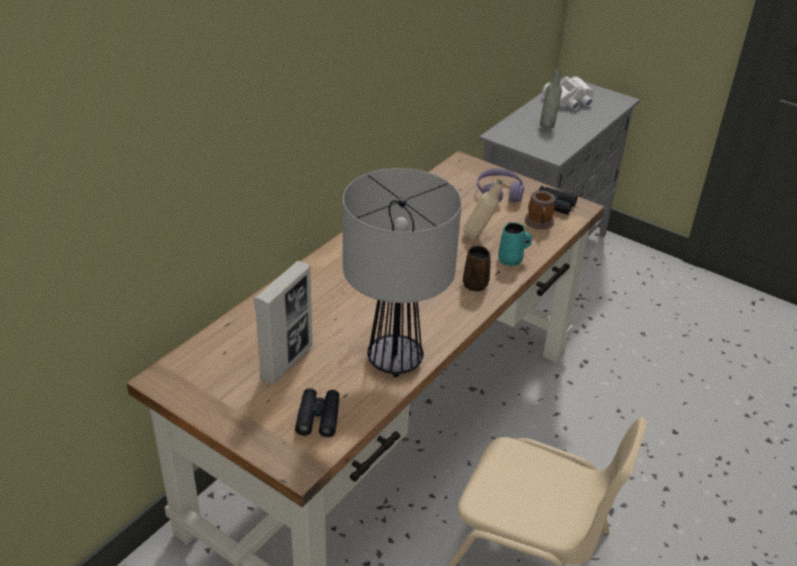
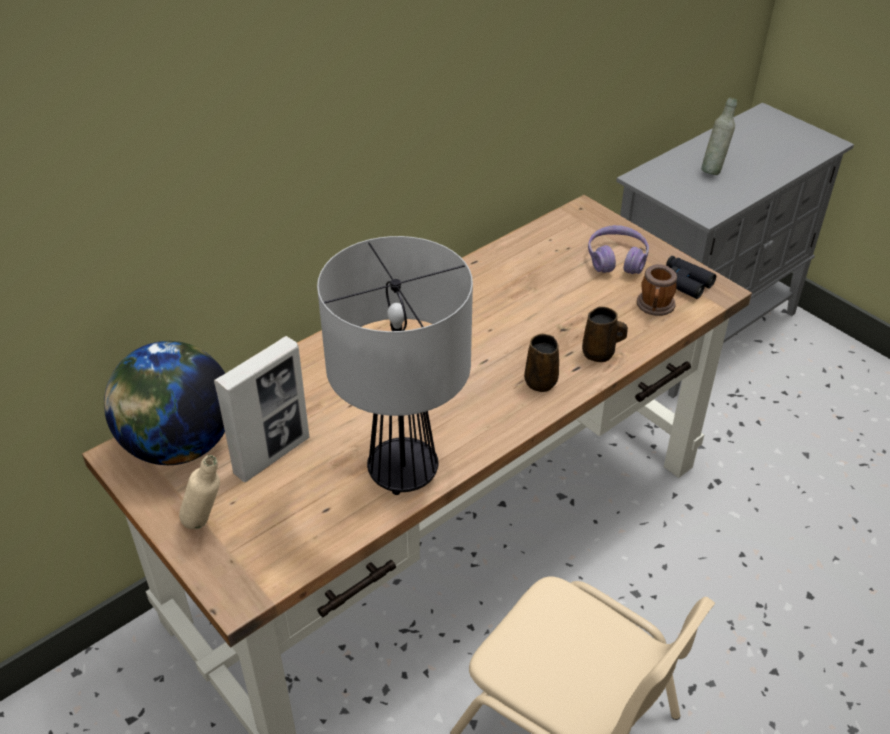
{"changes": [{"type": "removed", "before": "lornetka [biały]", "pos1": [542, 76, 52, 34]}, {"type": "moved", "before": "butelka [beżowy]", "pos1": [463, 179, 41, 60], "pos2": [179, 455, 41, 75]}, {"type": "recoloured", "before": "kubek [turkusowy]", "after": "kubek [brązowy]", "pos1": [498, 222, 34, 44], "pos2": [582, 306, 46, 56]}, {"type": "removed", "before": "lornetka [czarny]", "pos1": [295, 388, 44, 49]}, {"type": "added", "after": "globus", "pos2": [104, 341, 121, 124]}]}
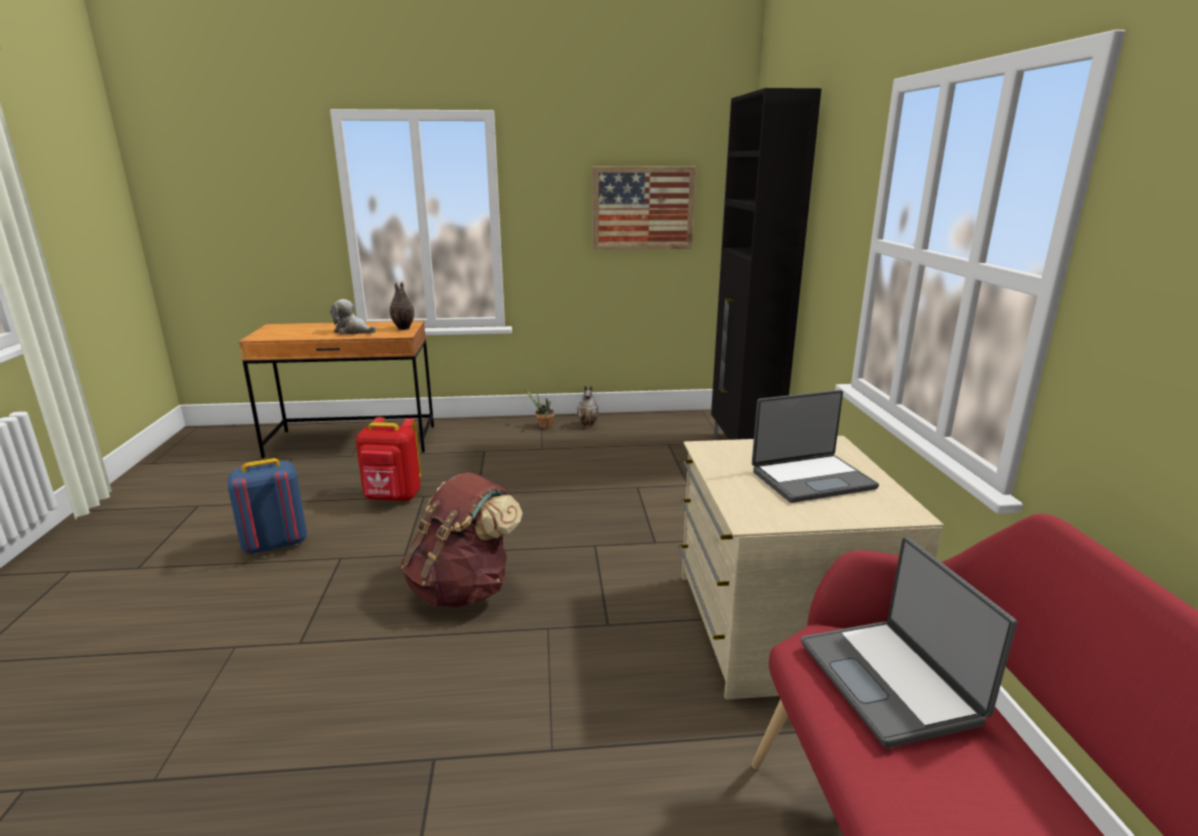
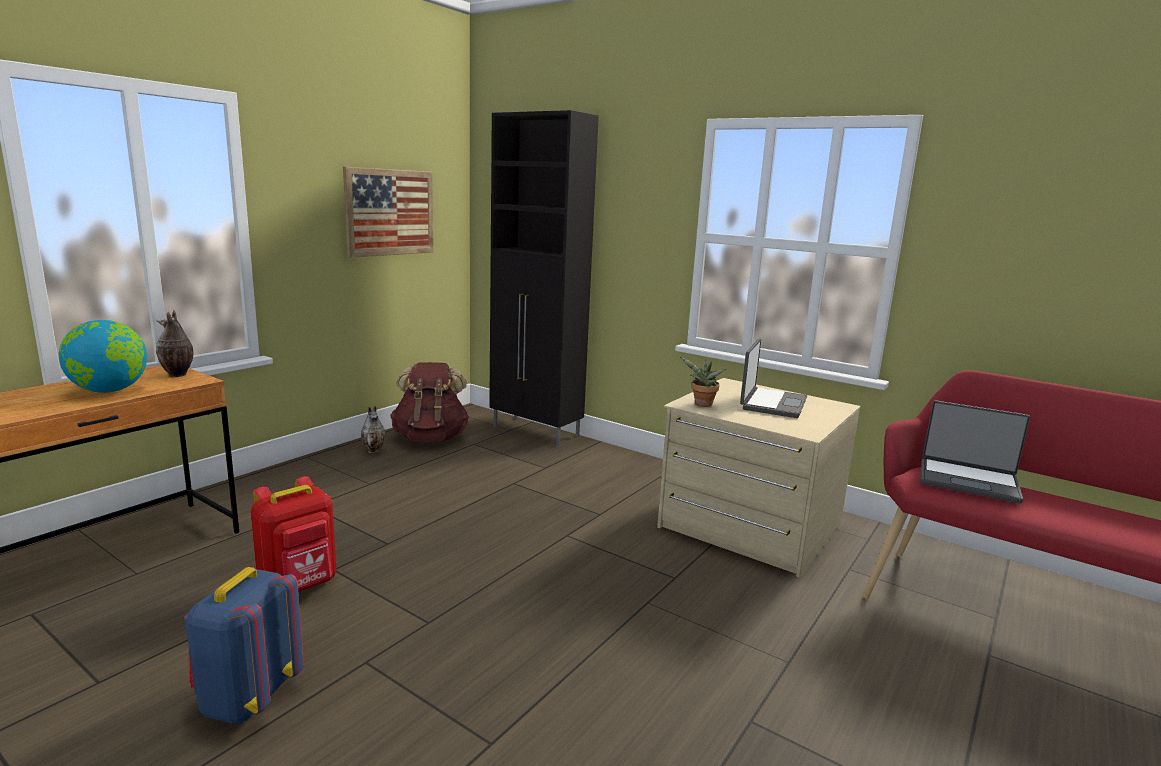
{"changes": [{"type": "replaced", "before": "pluszak", "after": "globus", "pos1": [330, 299, 46, 36], "pos2": [59, 320, 88, 73]}, {"type": "moved", "before": "roślina doniczkowa", "pos1": [526, 390, 29, 39], "pos2": [680, 357, 46, 50]}, {"type": "moved", "before": "plecak [brązowy]", "pos1": [400, 472, 123, 135], "pos2": [390, 362, 79, 80]}]}
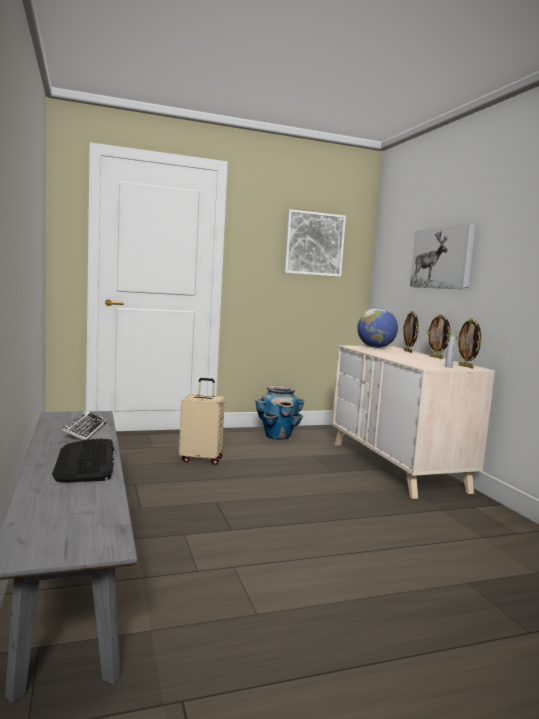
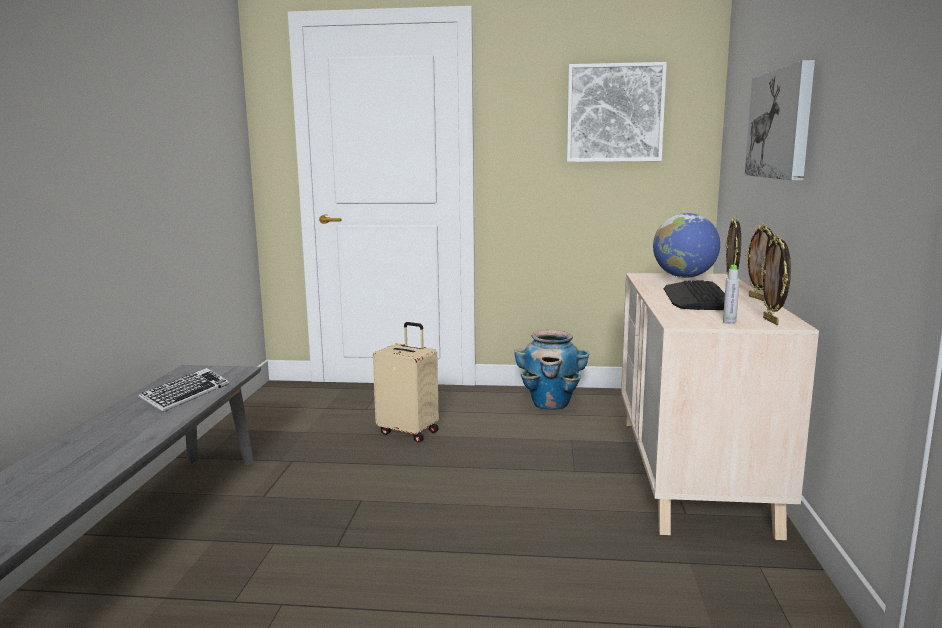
{"changes": [{"type": "moved", "before": "klawiatura", "pos1": [52, 438, 62, 45], "pos2": [663, 280, 62, 30]}]}
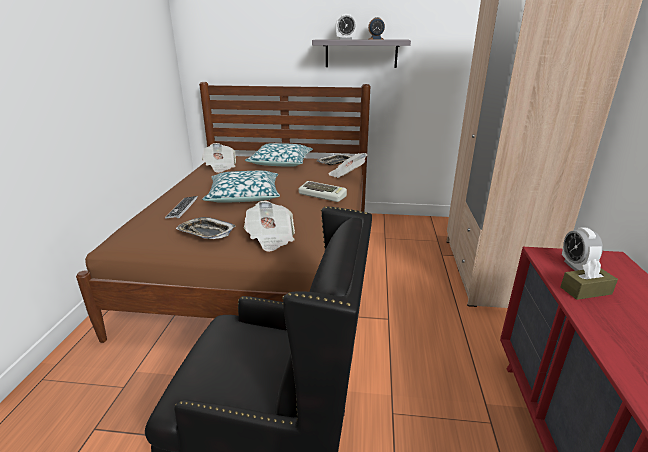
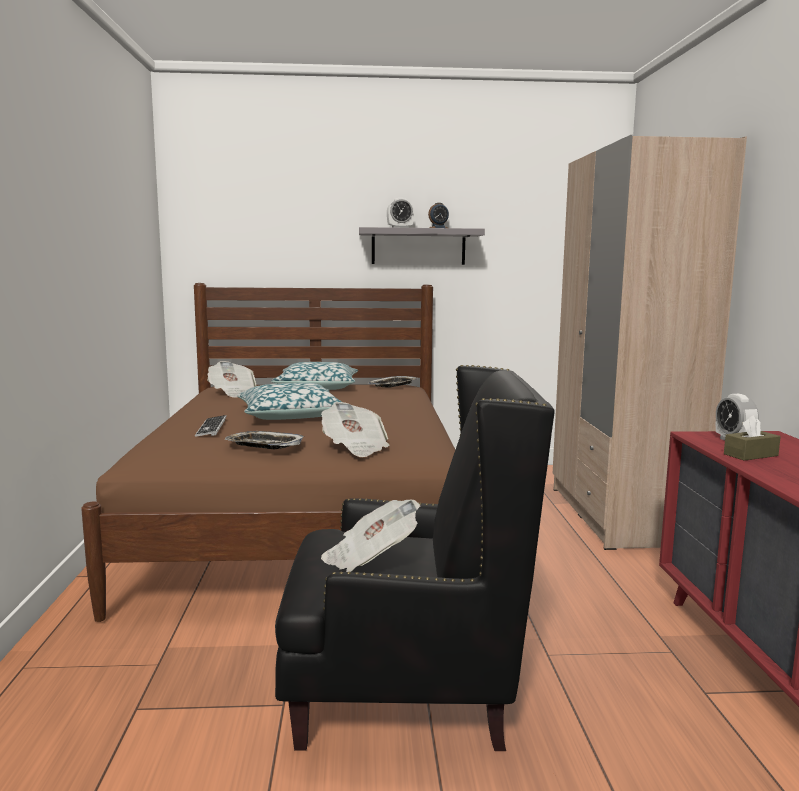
{"changes": [{"type": "moved", "before": "gazeta", "pos1": [329, 153, 39, 25], "pos2": [321, 499, 99, 73]}, {"type": "removed", "before": "klawiatura", "pos1": [298, 181, 49, 21]}]}
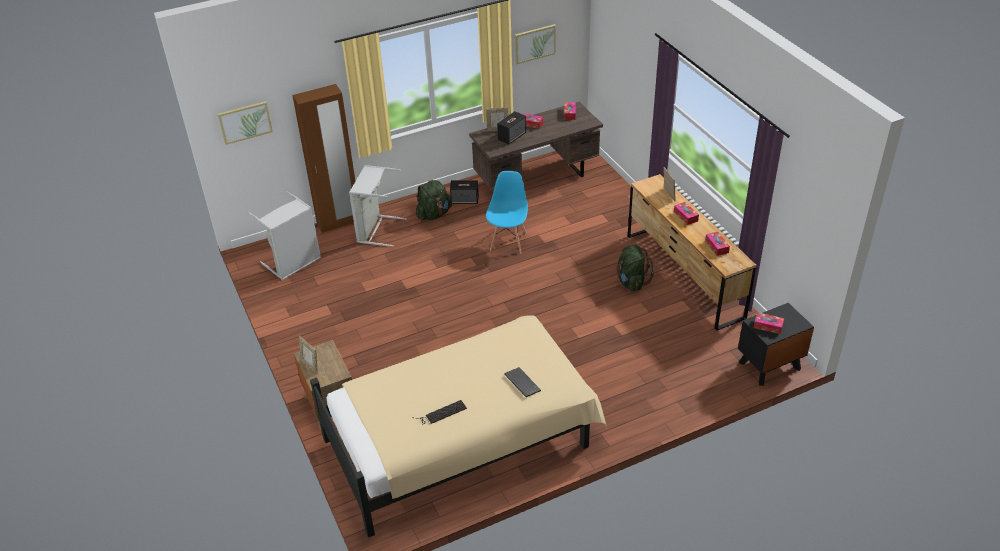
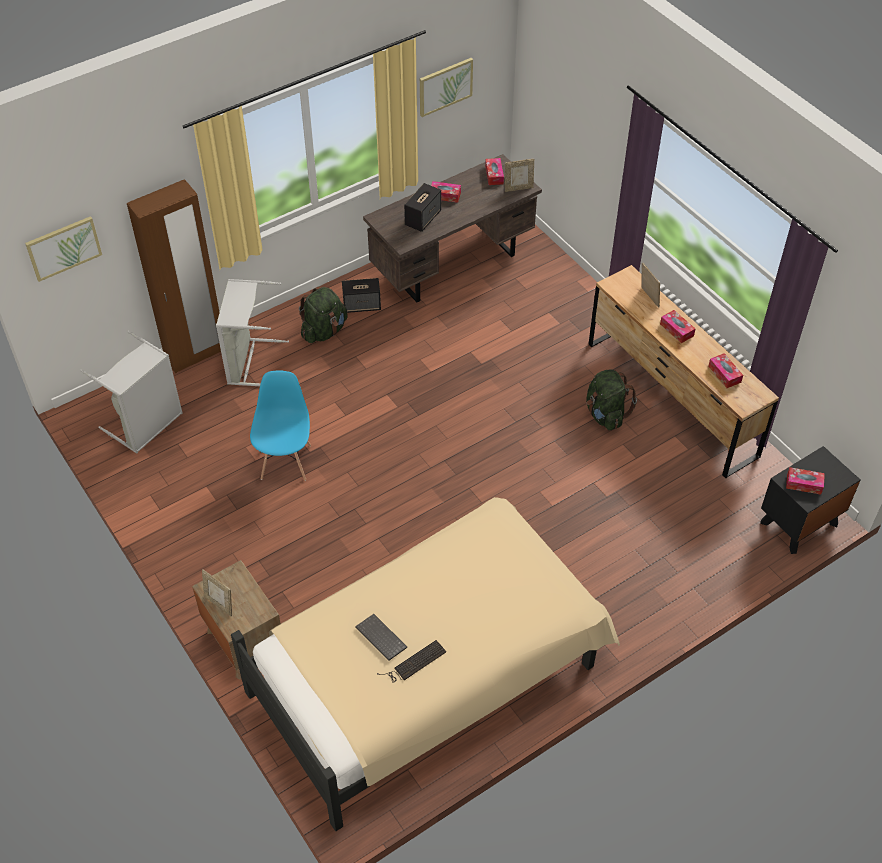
{"changes": [{"type": "moved", "before": "ramka na zdjęcie", "pos1": [486, 107, 22, 25], "pos2": [505, 159, 29, 33]}, {"type": "moved", "before": "krzesło [niebieski]", "pos1": [486, 171, 42, 83], "pos2": [250, 370, 61, 111]}, {"type": "moved", "before": "klawiatura", "pos1": [504, 367, 37, 30], "pos2": [355, 614, 52, 47]}]}
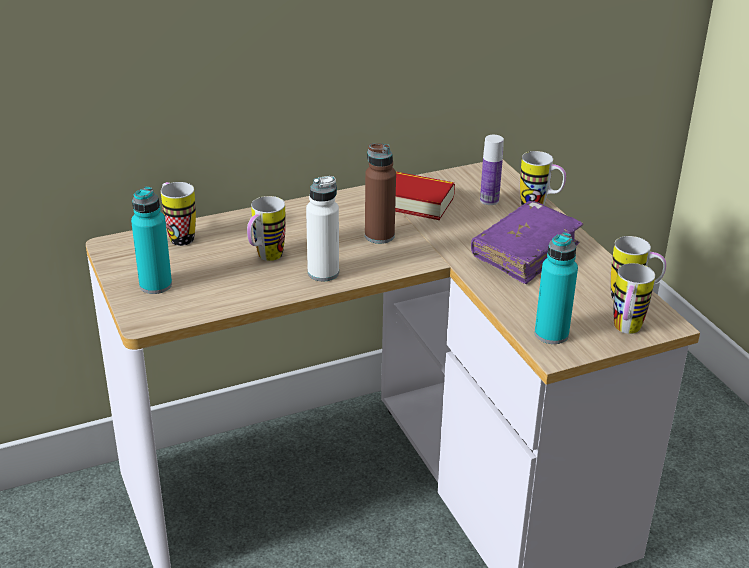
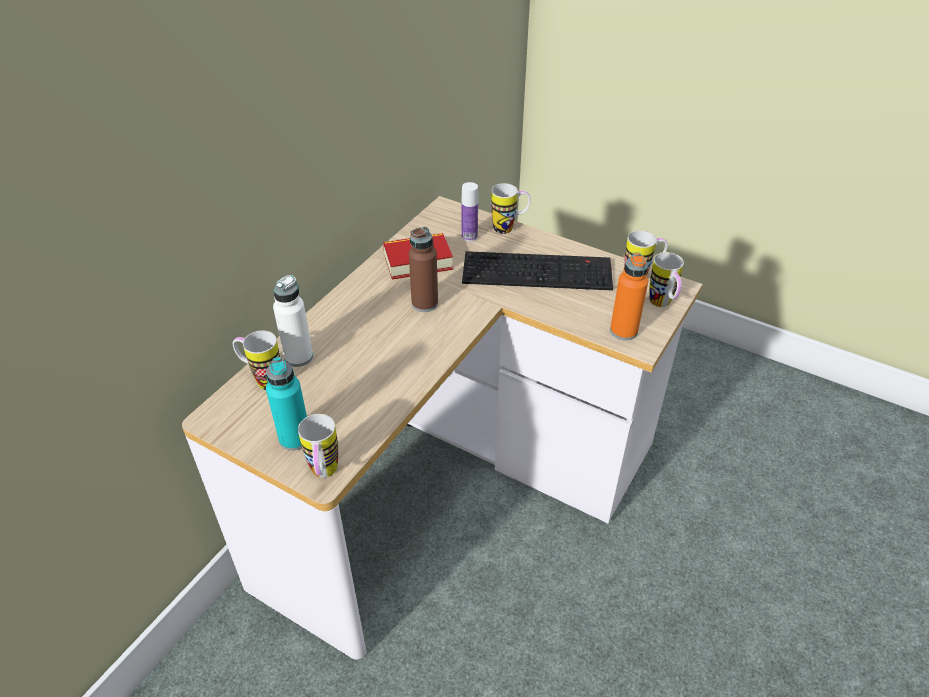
{"changes": [{"type": "moved", "before": "butelka [biały]", "pos1": [306, 176, 33, 105], "pos2": [273, 275, 40, 92]}, {"type": "moved", "before": "kubek", "pos1": [247, 196, 39, 65], "pos2": [298, 414, 40, 64]}, {"type": "replaced", "before": "książka [fioletowy]", "after": "klawiatura", "pos1": [471, 201, 112, 83], "pos2": [462, 251, 151, 40]}, {"type": "recoloured", "before": "butelka [turkusowy]", "after": "butelka [pomarańczowy]", "pos1": [535, 232, 43, 112], "pos2": [610, 252, 38, 88]}]}
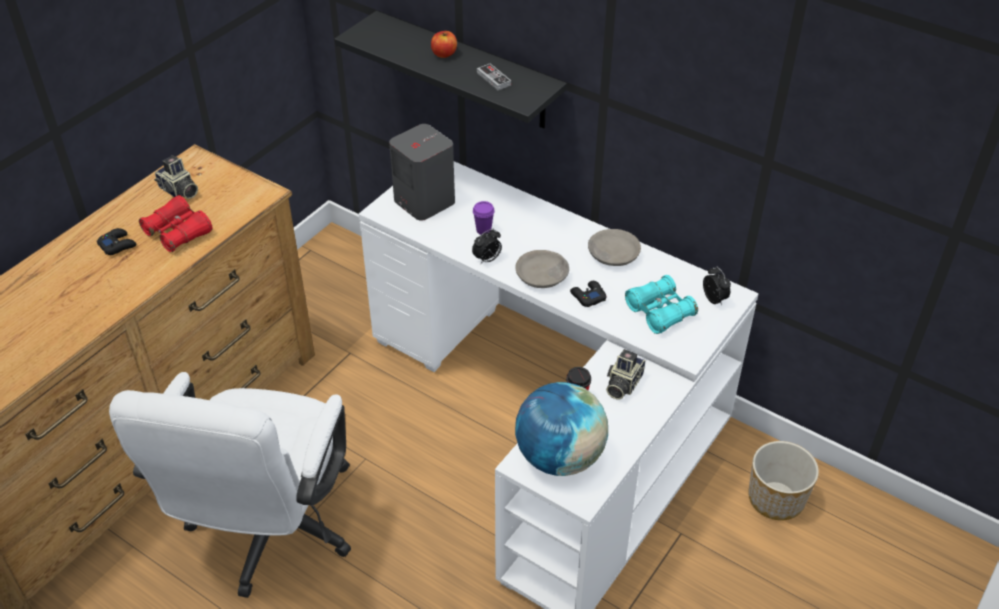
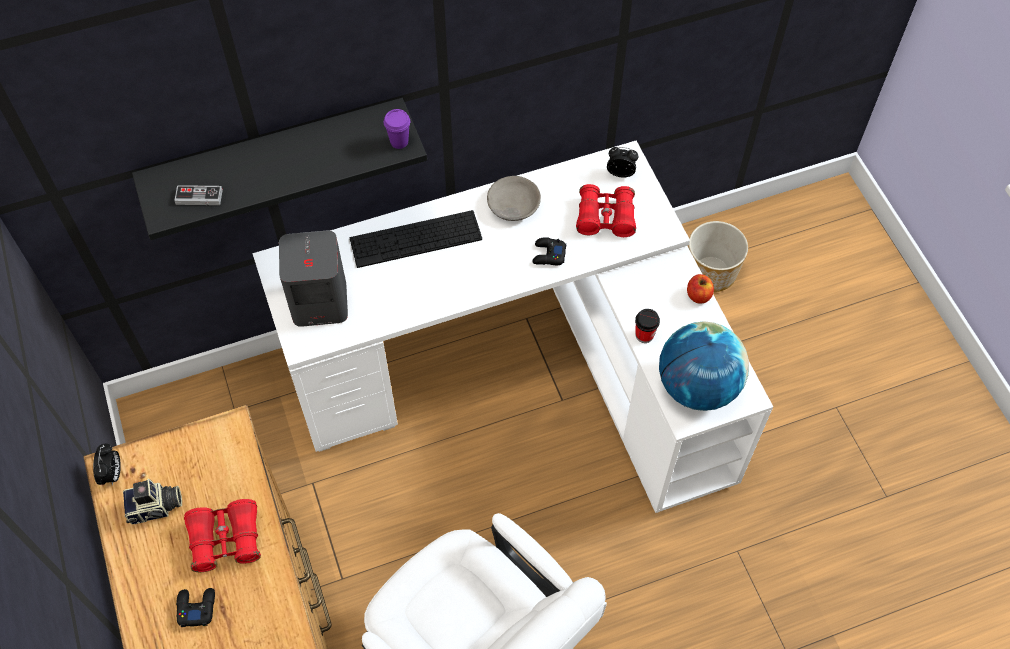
{"changes": [{"type": "moved", "before": "jabłko", "pos1": [431, 31, 26, 27], "pos2": [687, 274, 27, 29]}, {"type": "moved", "before": "pad do gier", "pos1": [477, 63, 34, 27], "pos2": [174, 185, 49, 20]}, {"type": "moved", "before": "filiżanka [fioletowy]", "pos1": [473, 201, 22, 34], "pos2": [384, 109, 26, 40]}, {"type": "moved", "before": "budzik", "pos1": [472, 229, 30, 35], "pos2": [93, 444, 28, 41]}, {"type": "removed", "before": "miska [szary]", "pos1": [515, 250, 54, 38]}, {"type": "recoloured", "before": "lornetka [turkusowy]", "after": "lornetka [czerwony]", "pos1": [625, 275, 73, 59], "pos2": [576, 184, 60, 53]}, {"type": "removed", "before": "aparat fotograficzny", "pos1": [606, 349, 39, 51]}, {"type": "added", "after": "klawiatura", "pos2": [350, 210, 132, 58]}]}
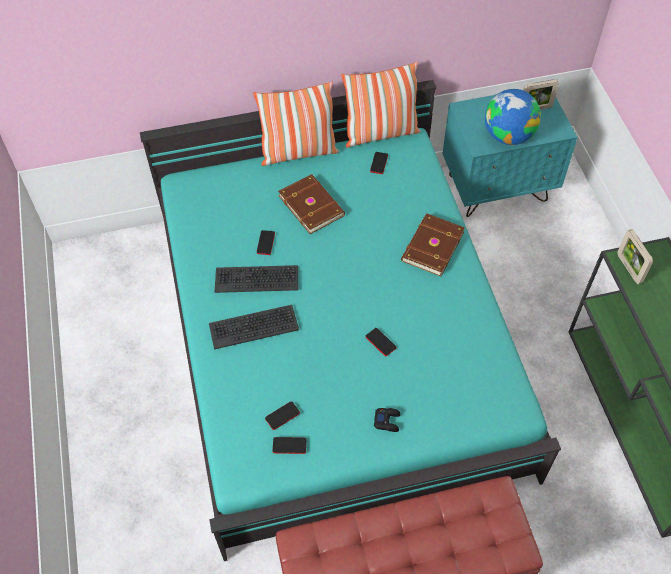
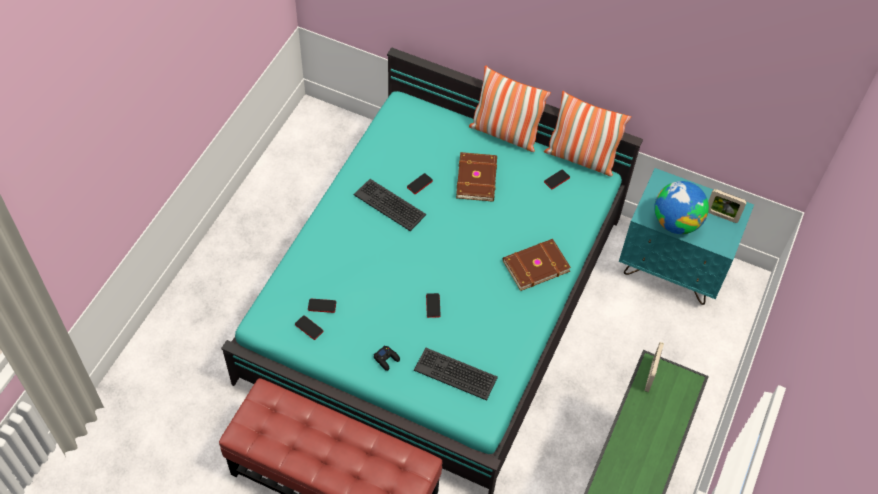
{"changes": [{"type": "moved", "before": "klawiatura", "pos1": [209, 305, 90, 44], "pos2": [414, 348, 84, 52]}]}
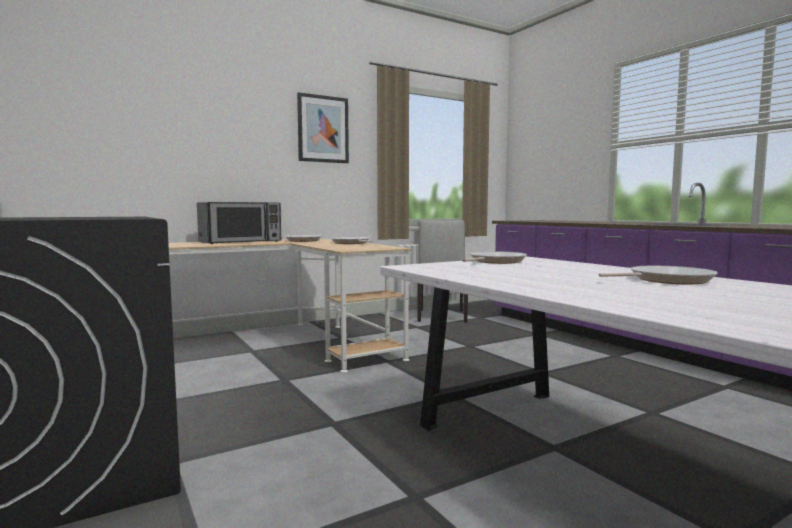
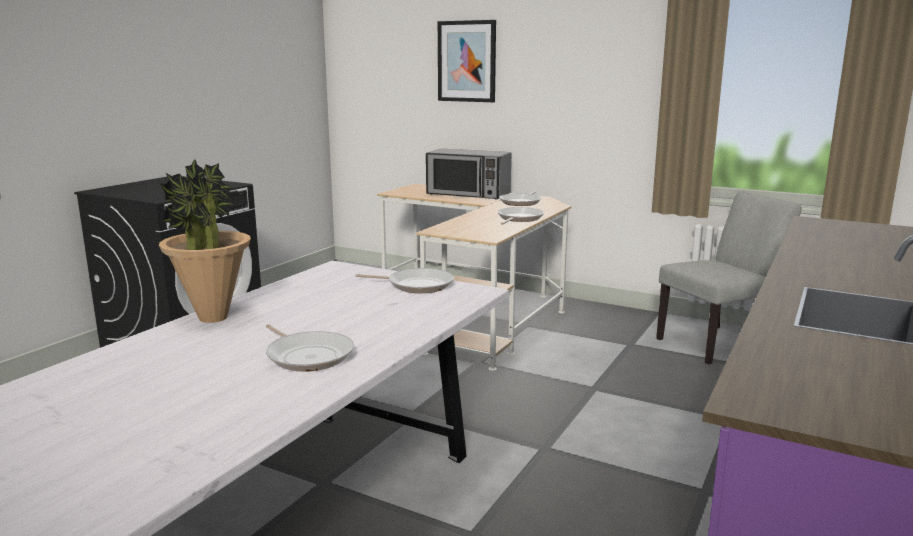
{"changes": [{"type": "moved", "before": "obraz", "pos1": [297, 92, 52, 71], "pos2": [438, 20, 58, 82]}, {"type": "added", "after": "roślina doniczkowa", "pos2": [159, 159, 92, 164]}]}
